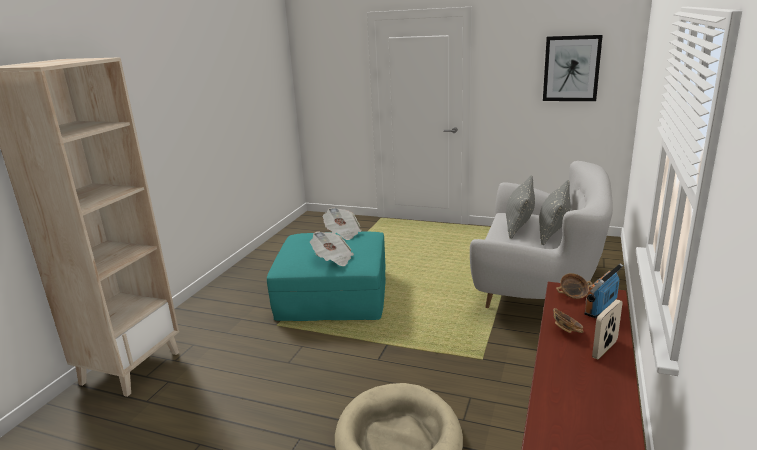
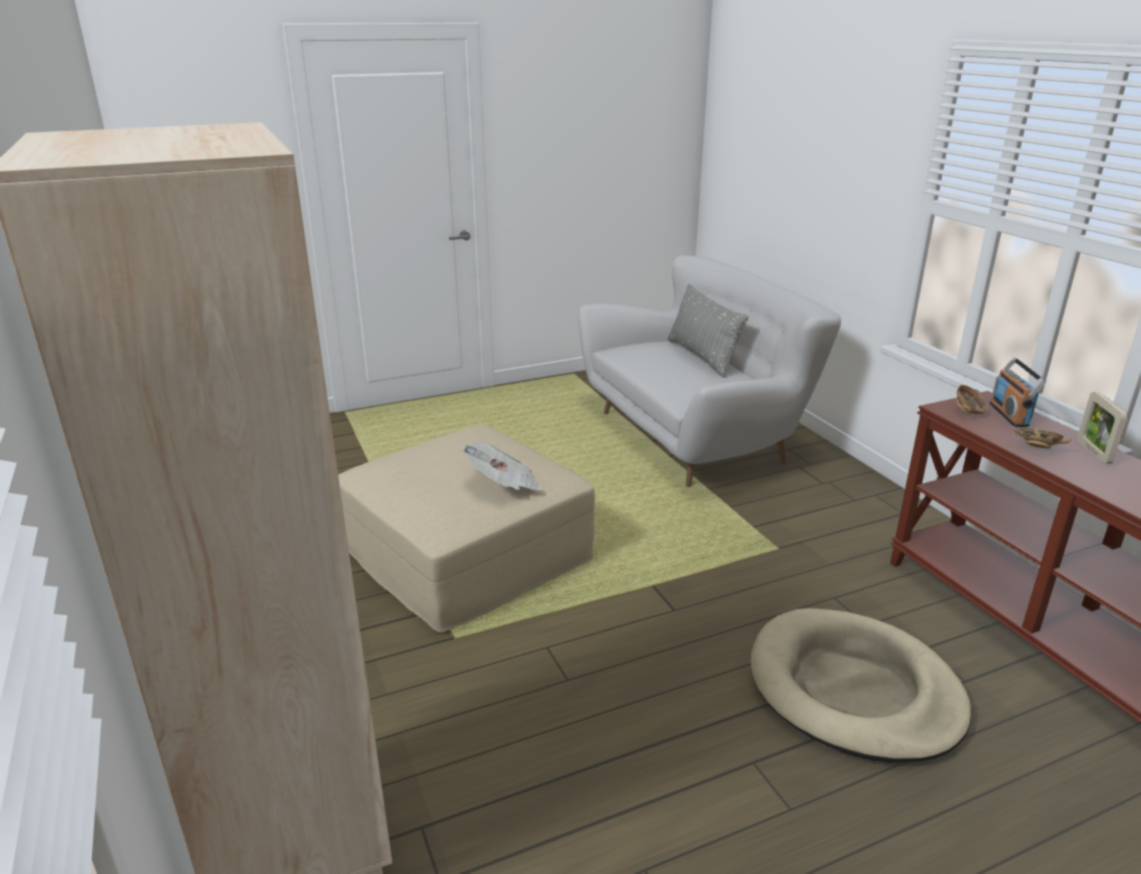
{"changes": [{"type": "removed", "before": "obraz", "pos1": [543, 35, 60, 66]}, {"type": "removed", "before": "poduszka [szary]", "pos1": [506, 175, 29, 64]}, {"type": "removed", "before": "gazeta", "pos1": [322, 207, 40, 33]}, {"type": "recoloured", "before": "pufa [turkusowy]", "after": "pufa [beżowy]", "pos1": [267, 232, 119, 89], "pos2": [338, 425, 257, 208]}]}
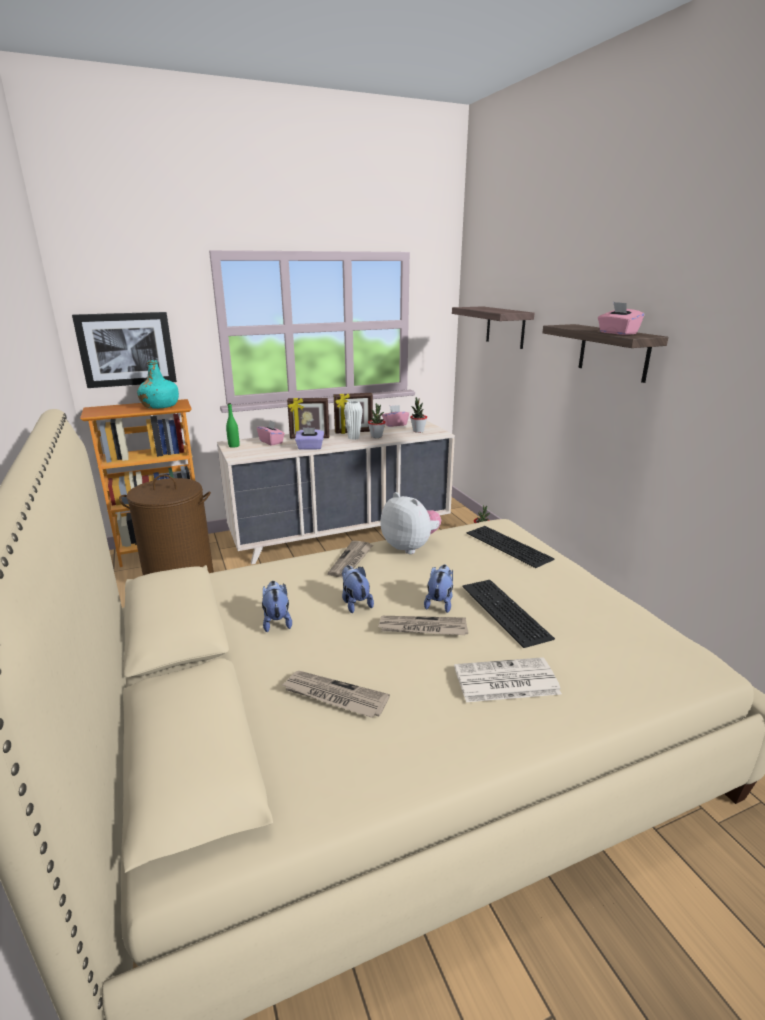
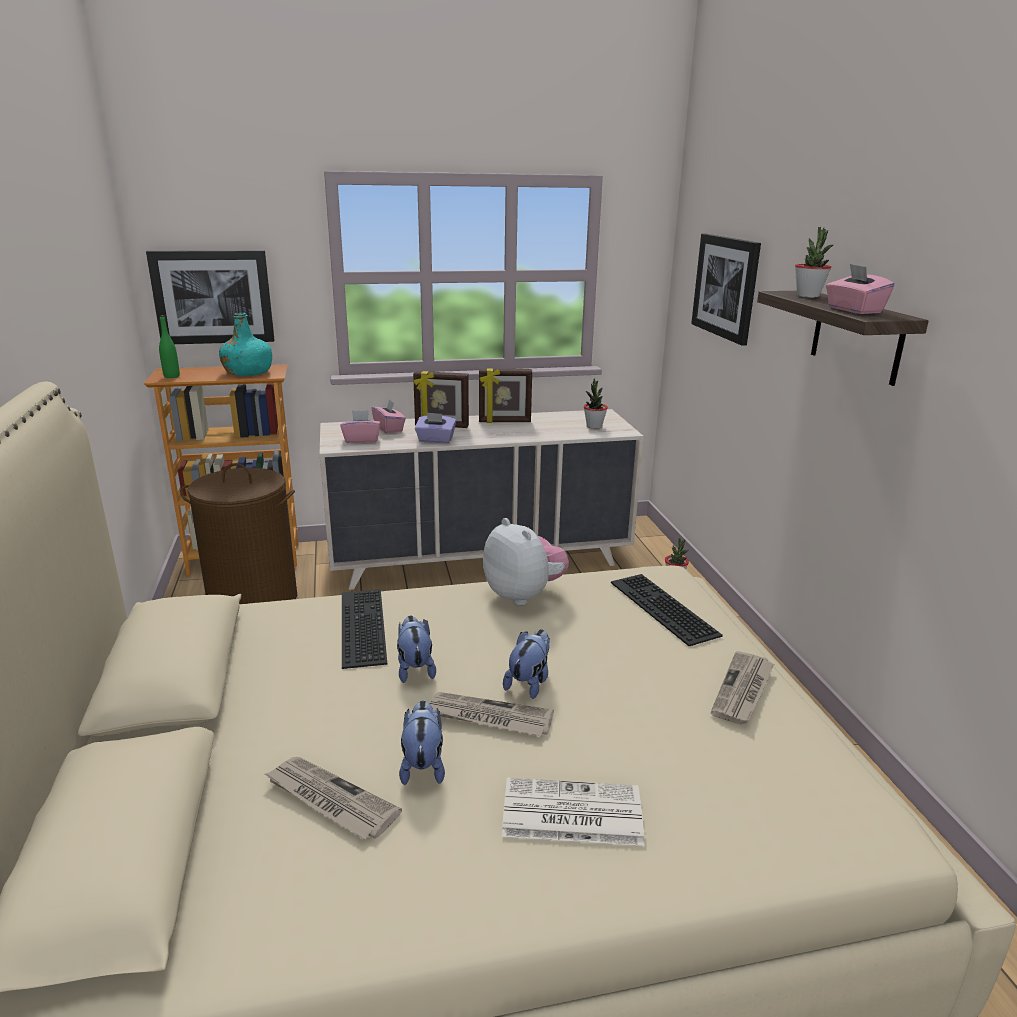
{"changes": [{"type": "replaced", "before": "półka", "after": "obraz", "pos1": [452, 306, 82, 43], "pos2": [691, 234, 70, 112]}, {"type": "removed", "before": "wazon [biały]", "pos1": [344, 401, 19, 39]}, {"type": "moved", "before": "butelka [zielony]", "pos1": [226, 403, 13, 45], "pos2": [159, 315, 21, 63]}, {"type": "moved", "before": "roślina doniczkowa", "pos1": [368, 403, 17, 35], "pos2": [795, 227, 38, 71]}, {"type": "moved", "before": "pudełko chusteczek [różowy]", "pos1": [382, 405, 27, 22], "pos2": [340, 410, 40, 33]}, {"type": "moved", "before": "gazeta", "pos1": [328, 541, 45, 36], "pos2": [711, 651, 63, 74]}, {"type": "moved", "before": "klawiatura", "pos1": [462, 580, 93, 68], "pos2": [342, 589, 45, 80]}, {"type": "moved", "before": "pluszak", "pos1": [262, 581, 30, 51], "pos2": [399, 700, 46, 85]}]}
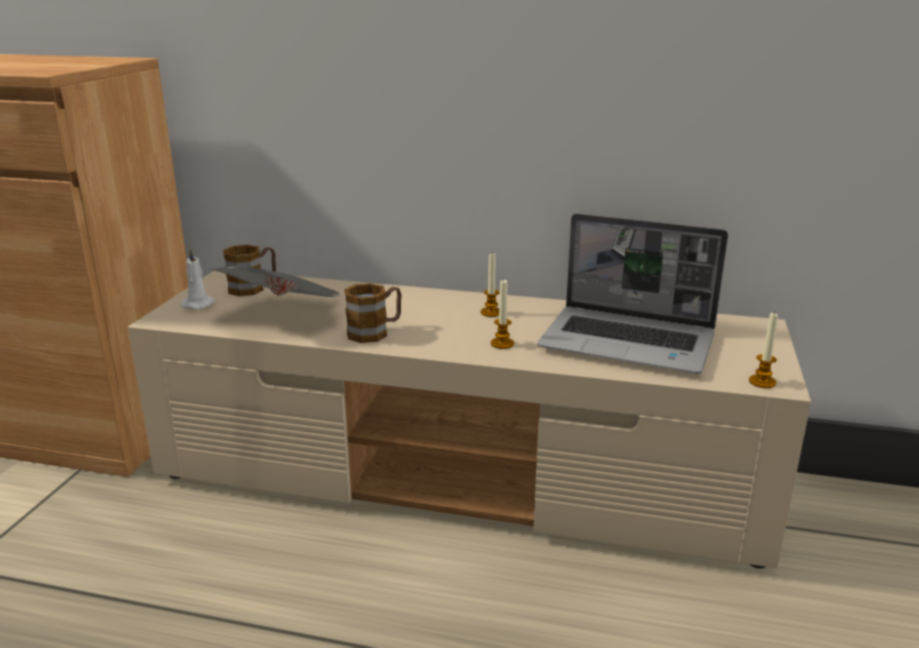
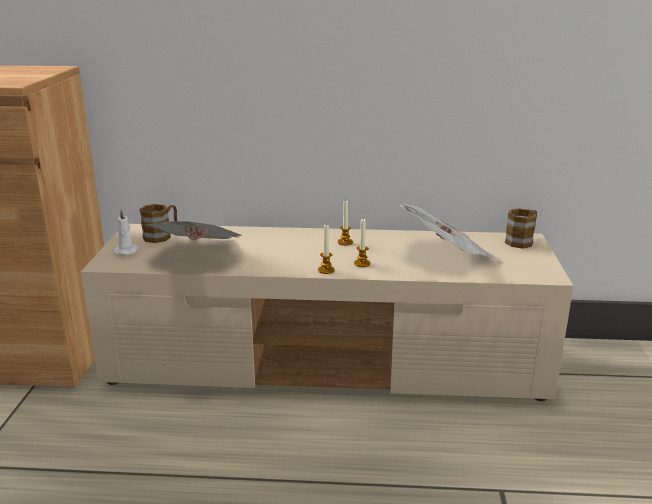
{"changes": [{"type": "replaced", "before": "laptop", "after": "gazeta", "pos1": [538, 214, 190, 160], "pos2": [399, 204, 100, 55]}, {"type": "moved", "before": "kubek", "pos1": [344, 283, 58, 60], "pos2": [505, 208, 32, 40]}, {"type": "moved", "before": "świeca", "pos1": [749, 311, 29, 77], "pos2": [318, 224, 17, 50]}]}
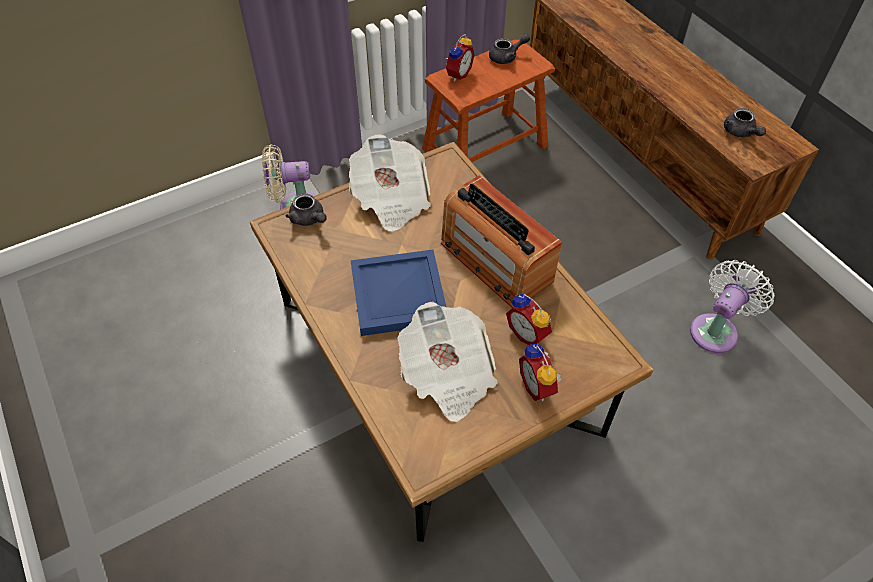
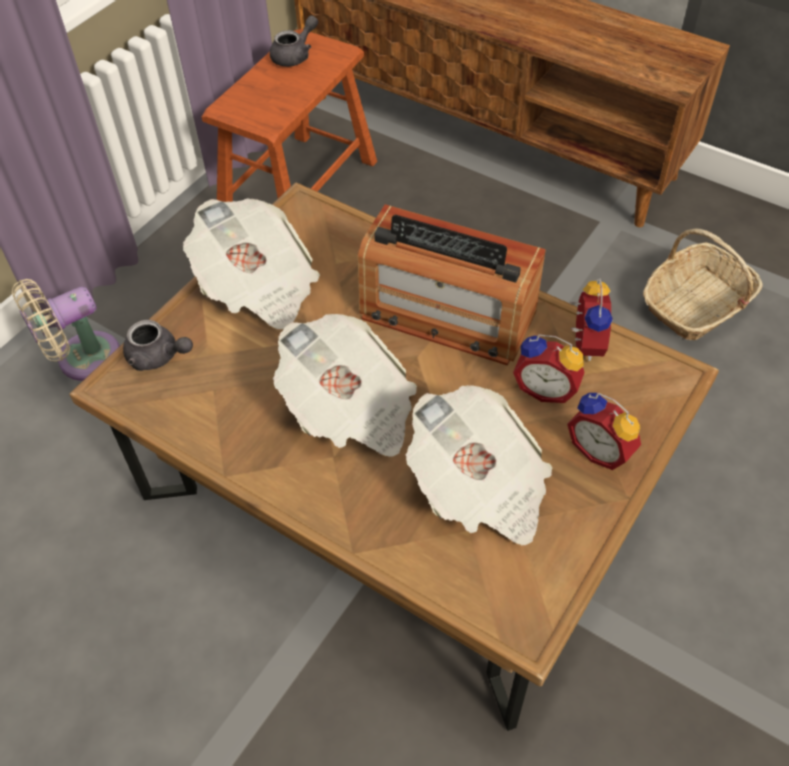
{"changes": [{"type": "moved", "before": "budzik", "pos1": [446, 34, 28, 47], "pos2": [571, 278, 42, 83]}, {"type": "removed", "before": "imbryk [szary]", "pos1": [724, 108, 42, 29]}, {"type": "replaced", "before": "taca [niebieski]", "after": "gazeta", "pos1": [350, 250, 96, 86], "pos2": [273, 314, 144, 143]}, {"type": "replaced", "before": "wentylator [biały]", "after": "koszyk", "pos1": [690, 260, 85, 93], "pos2": [643, 229, 120, 111]}]}
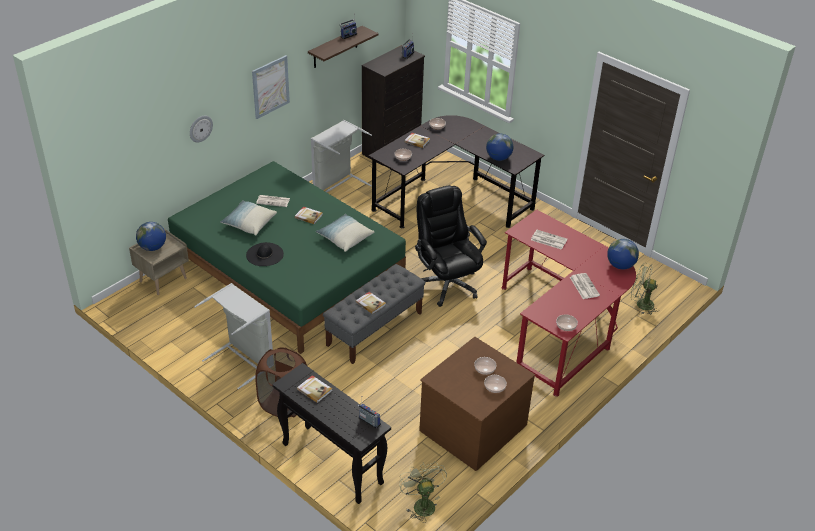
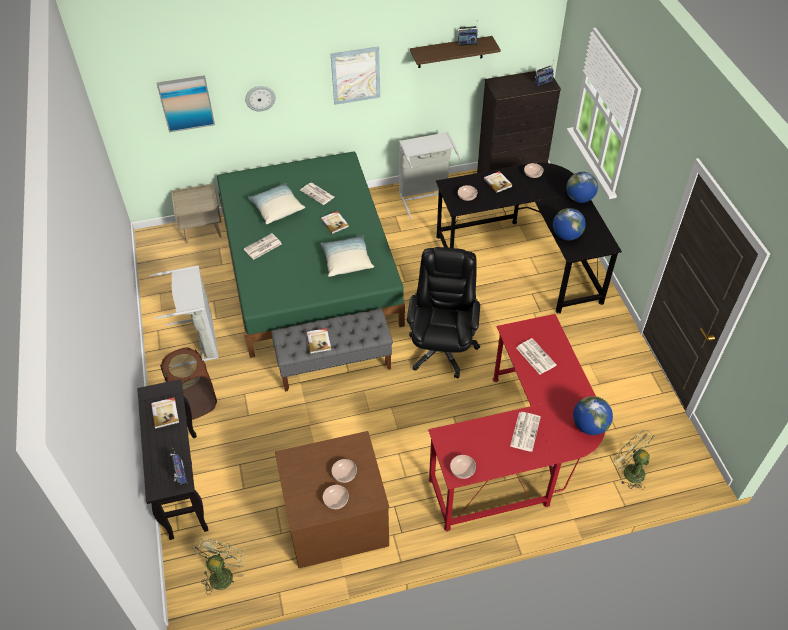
{"changes": [{"type": "moved", "before": "globus", "pos1": [136, 222, 30, 29], "pos2": [566, 172, 32, 31]}, {"type": "replaced", "before": "kapelusz [czarny]", "after": "gazeta", "pos1": [246, 242, 38, 24], "pos2": [244, 233, 38, 27]}, {"type": "added", "after": "obraz", "pos2": [157, 75, 58, 57]}]}
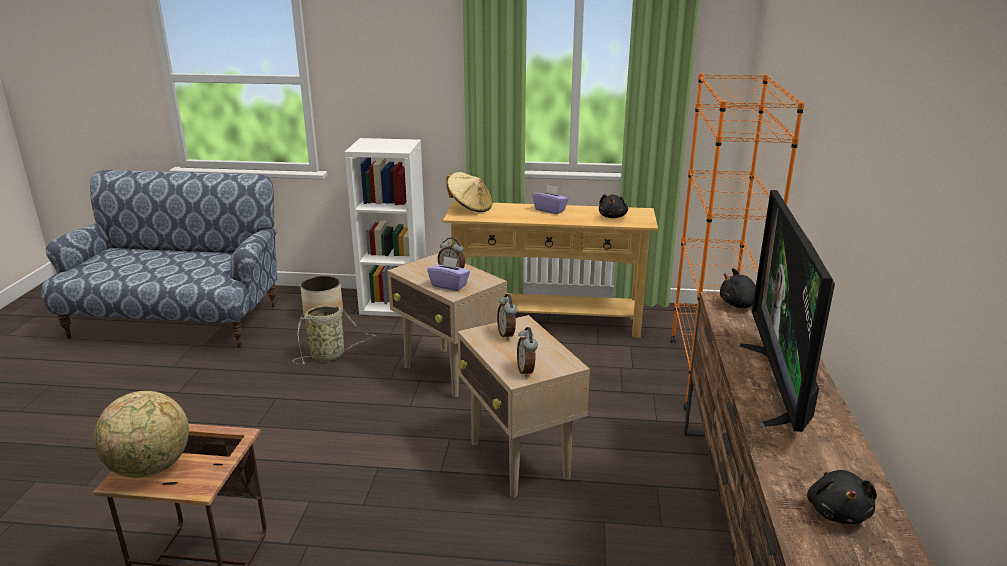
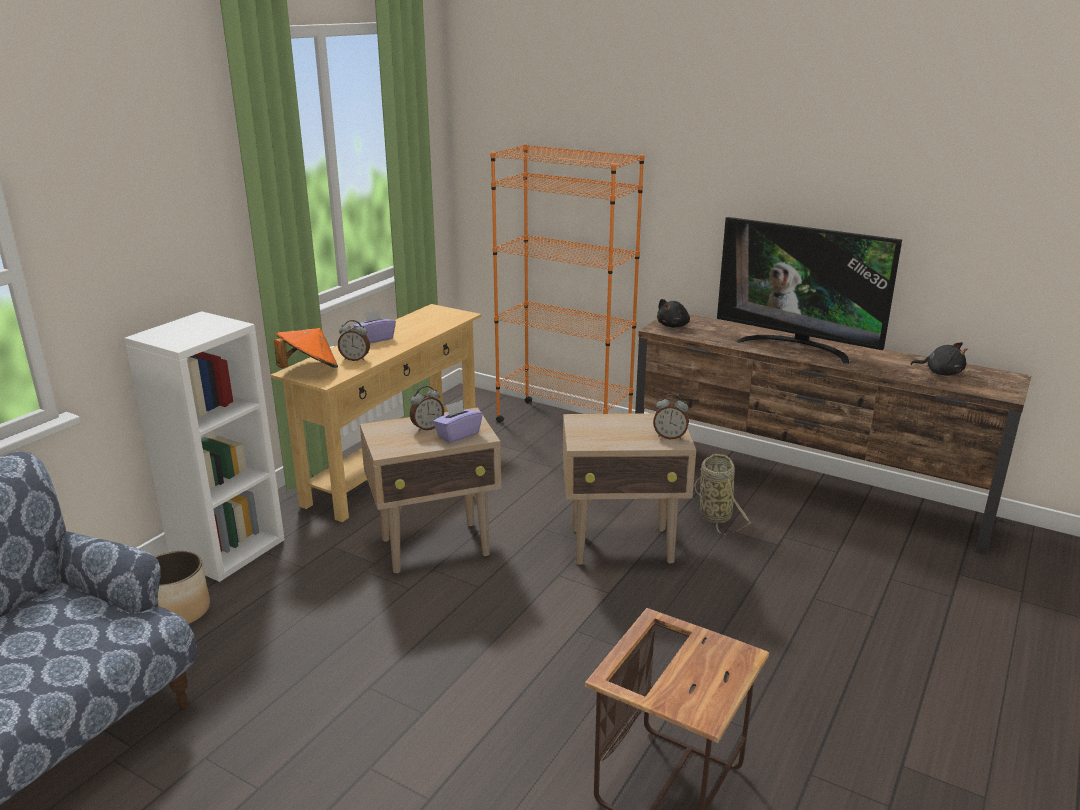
{"changes": [{"type": "recoloured", "before": "kapelusz [beżowy]", "after": "kapelusz [pomarańczowy]", "pos1": [447, 172, 46, 40], "pos2": [274, 328, 64, 40]}, {"type": "removed", "before": "pluszak [czarny]", "pos1": [599, 194, 29, 24]}, {"type": "moved", "before": "budzik", "pos1": [497, 294, 20, 46], "pos2": [338, 320, 32, 41]}, {"type": "moved", "before": "koszyk", "pos1": [293, 305, 82, 59], "pos2": [694, 454, 58, 81]}, {"type": "removed", "before": "globus", "pos1": [94, 391, 95, 87]}]}
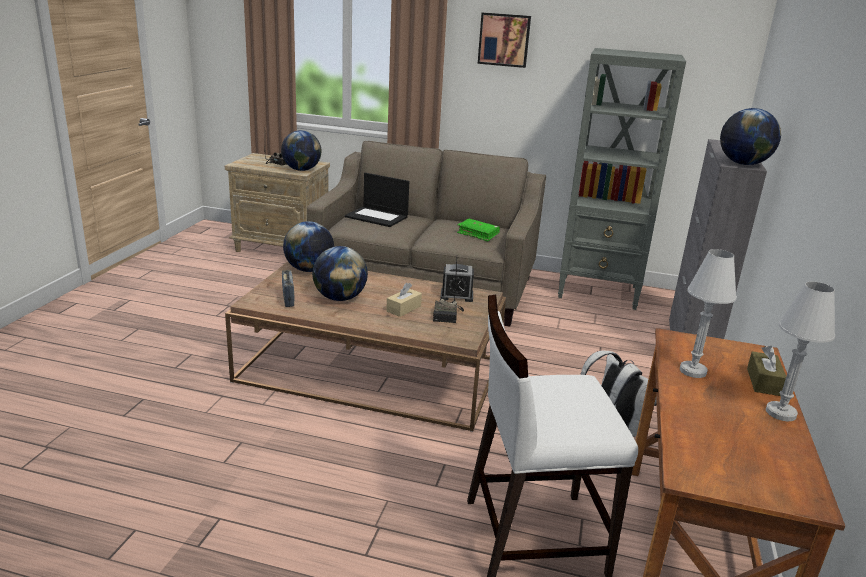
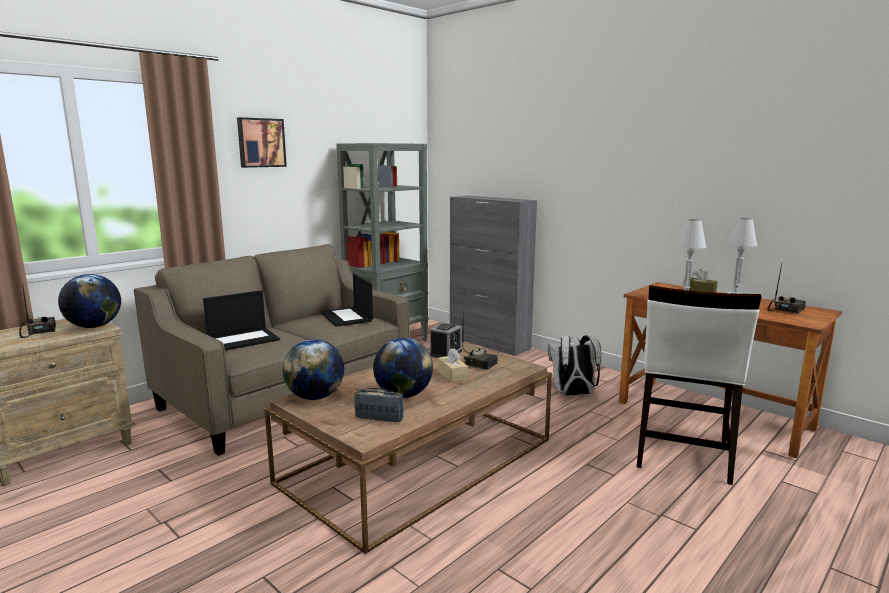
{"changes": [{"type": "removed", "before": "globus", "pos1": [720, 108, 61, 57]}, {"type": "replaced", "before": "książka [zielony]", "after": "laptop", "pos1": [457, 219, 43, 23], "pos2": [320, 274, 53, 53]}, {"type": "added", "after": "radio", "pos2": [767, 264, 39, 50]}]}
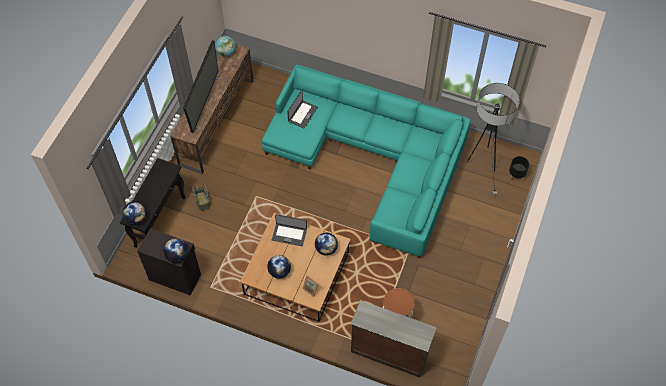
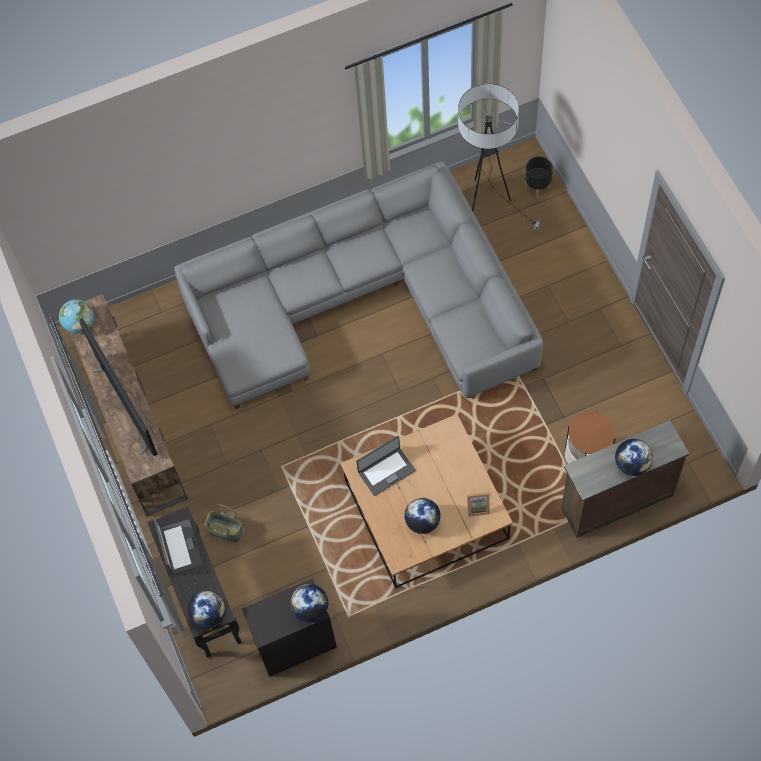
{"changes": [{"type": "recoloured", "before": "kanapa [turkusowy]", "after": "kanapa [szary]", "pos1": [262, 65, 209, 193], "pos2": [174, 161, 369, 248]}, {"type": "moved", "before": "laptop", "pos1": [287, 90, 31, 38], "pos2": [154, 518, 49, 57]}, {"type": "moved", "before": "globus", "pos1": [315, 232, 23, 24], "pos2": [615, 439, 38, 37]}]}
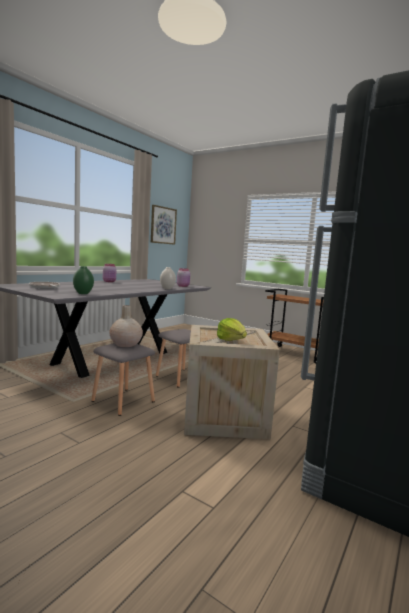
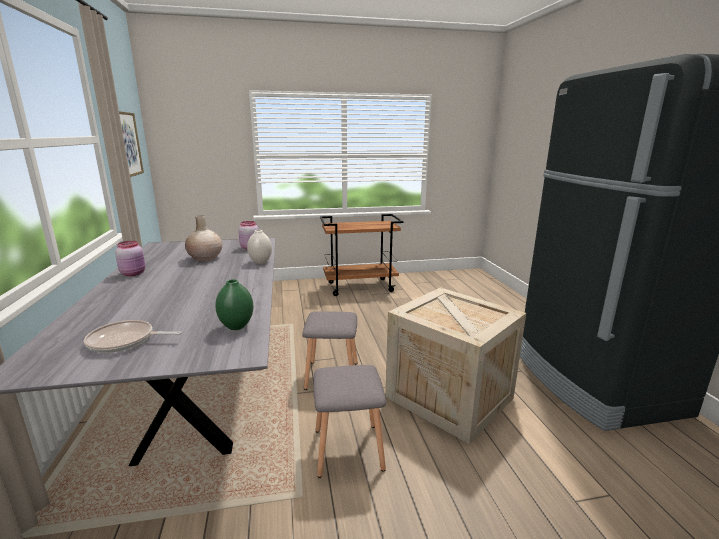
{"changes": [{"type": "moved", "before": "wazon [beżowy]", "pos1": [109, 305, 34, 42], "pos2": [185, 215, 37, 46]}, {"type": "removed", "before": "sałata", "pos1": [217, 318, 30, 23]}]}
